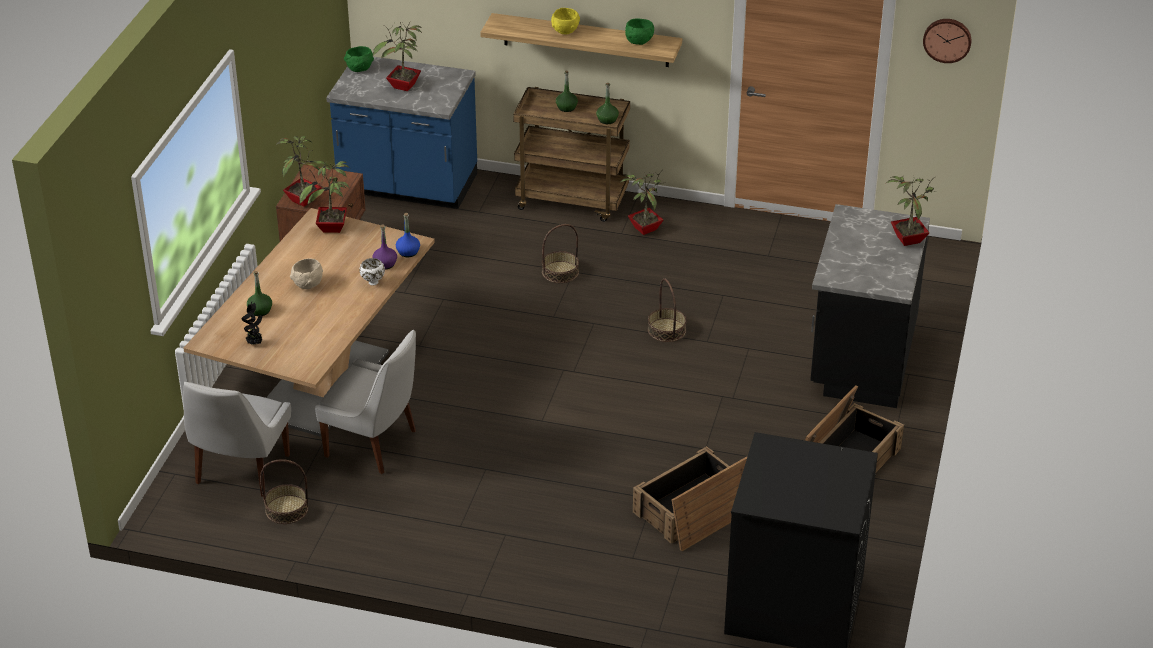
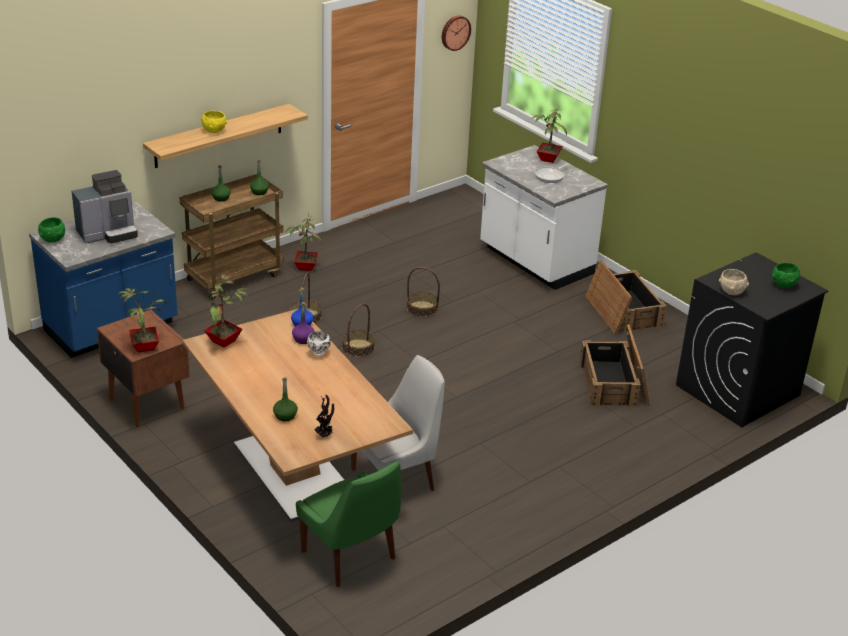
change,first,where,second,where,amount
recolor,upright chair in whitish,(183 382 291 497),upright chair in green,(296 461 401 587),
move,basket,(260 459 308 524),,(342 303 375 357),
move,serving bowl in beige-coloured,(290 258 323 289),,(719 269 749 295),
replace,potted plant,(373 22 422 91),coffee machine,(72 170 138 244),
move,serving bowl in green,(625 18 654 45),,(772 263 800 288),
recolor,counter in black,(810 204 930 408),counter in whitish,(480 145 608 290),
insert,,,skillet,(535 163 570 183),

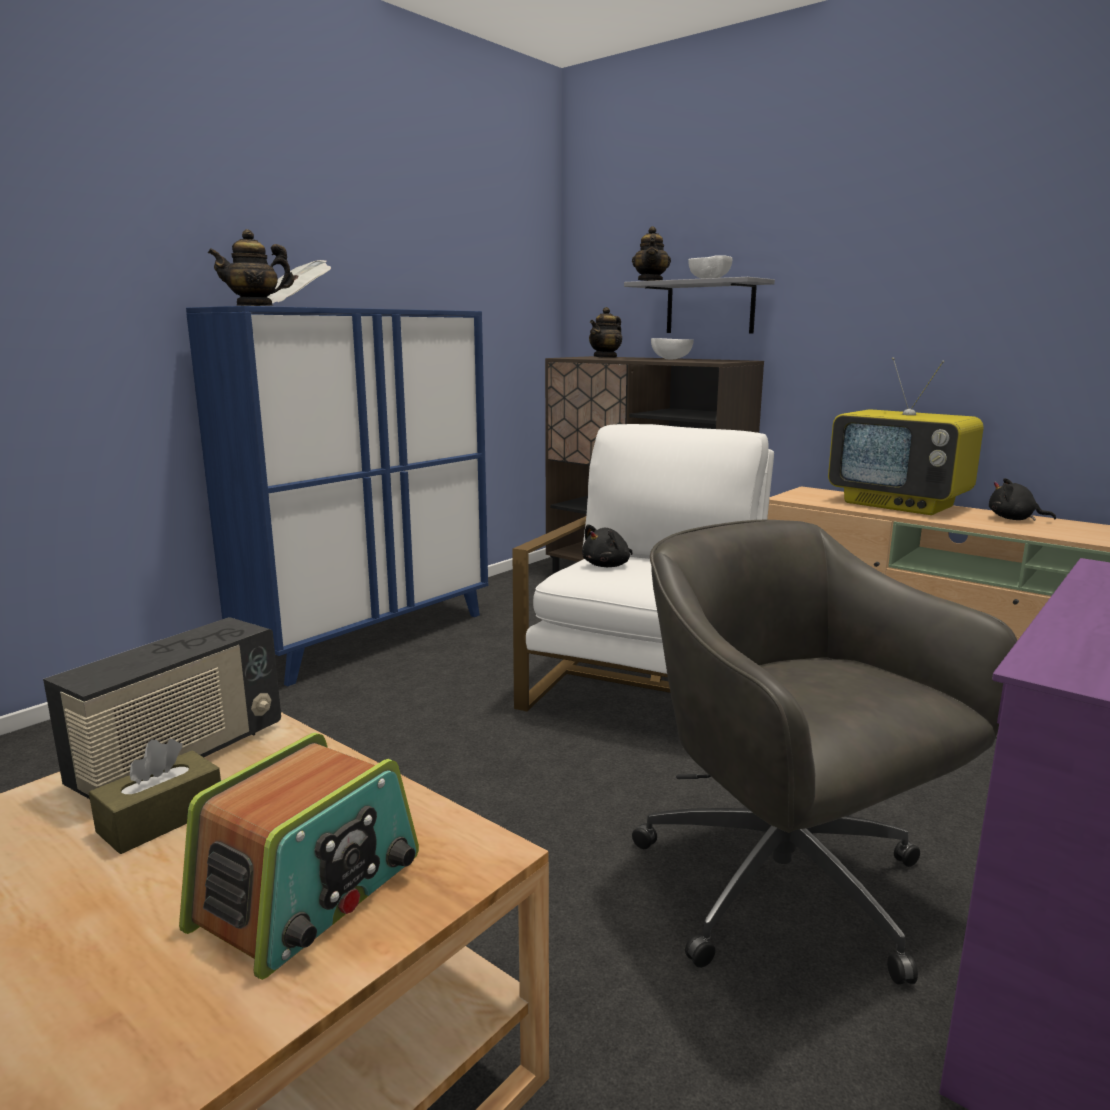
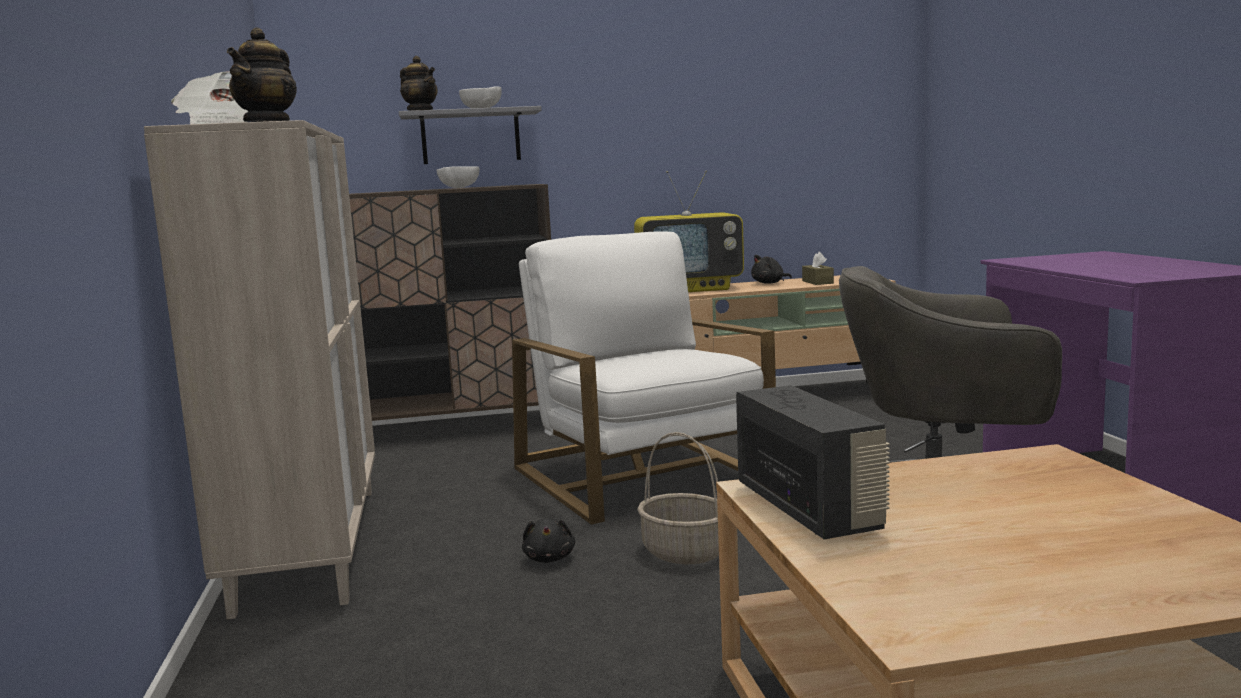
change,first,where,second,where,amount
move,tissue box in brown-coloured,(89 739 221 854),,(802 252 834 285),
delete,radio set,(179 732 419 980),,,
recolor,cabinet in blue-coloured,(186 306 488 686),cabinet in beige-coloured,(144 120 375 620),
move,cuddly toy in black,(582 524 633 567),,(522 518 575 563),
delete,tea pot,(589 307 622 358),,,
insert,,,basket,(637 432 719 564),

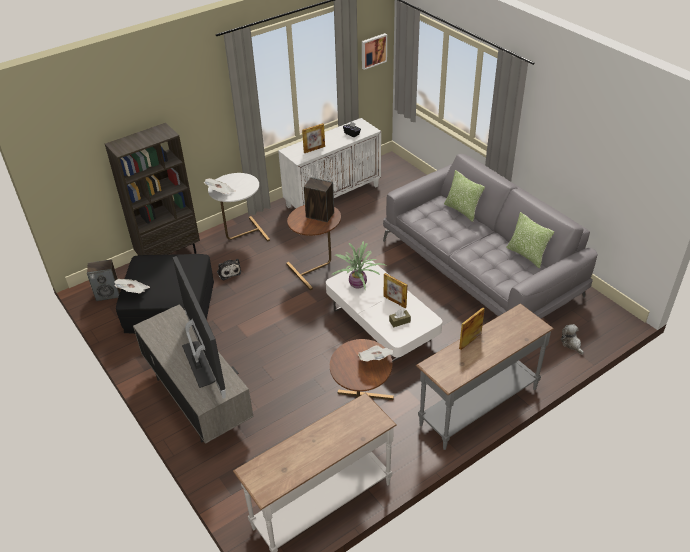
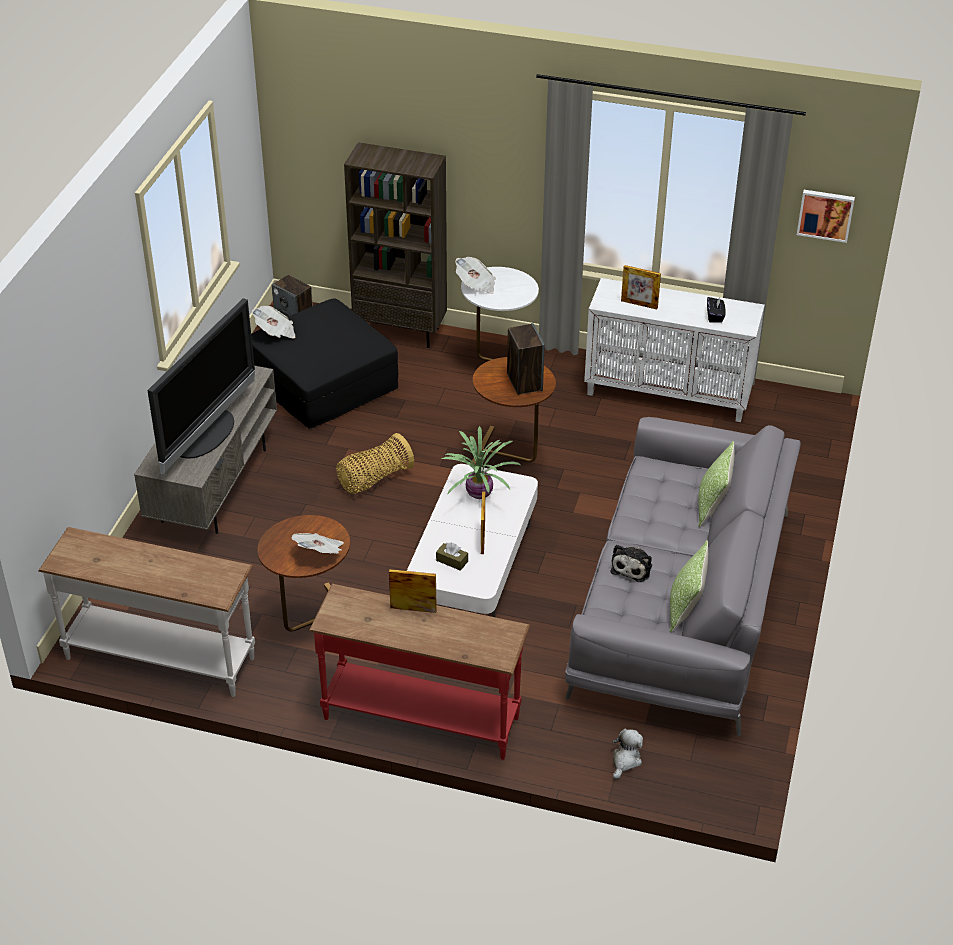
change,first,where,second,where,amount
move,cuddly toy,(217 259 241 281),,(611 545 652 582),
recolor,narrow table in greyish,(416 303 554 450),narrow table in red-coloured,(309 584 530 760),
insert,,,basket,(336 433 414 494),

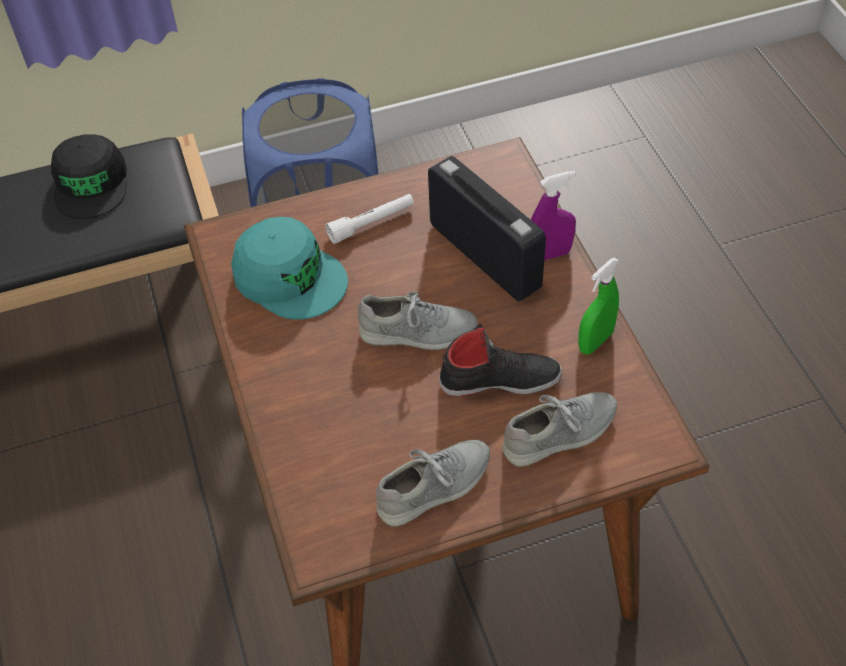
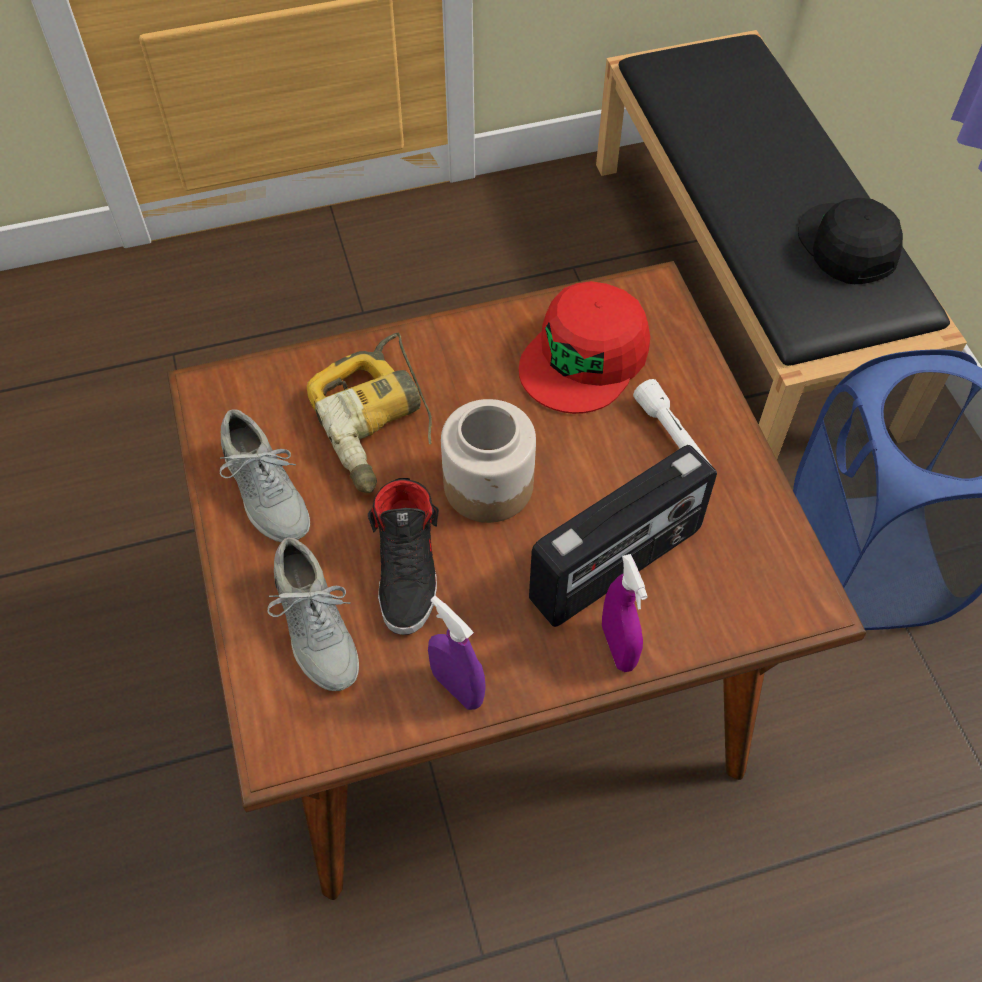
change,first,where,second,where,amount
rotate,peaked cap in black,(51 135 127 219),,(798 198 903 284),75 degrees clockwise
recolor,peaked cap in turquoise,(231 217 348 320),peaked cap in red-coloured,(519 281 650 414),
replace,low shoe in greyish,(358 292 478 350),preserve jar,(441 399 536 523),
recolor,sprayer in green,(578 258 619 355),sprayer in purple,(428 596 486 710),
insert,,,drill,(307 333 432 493),

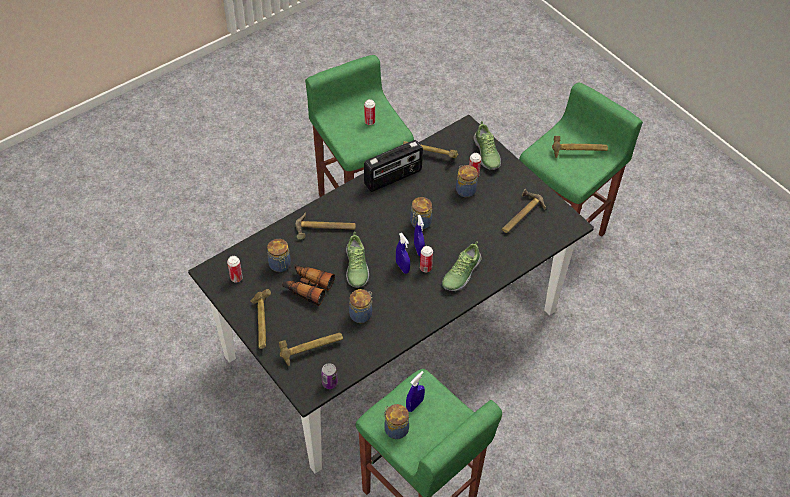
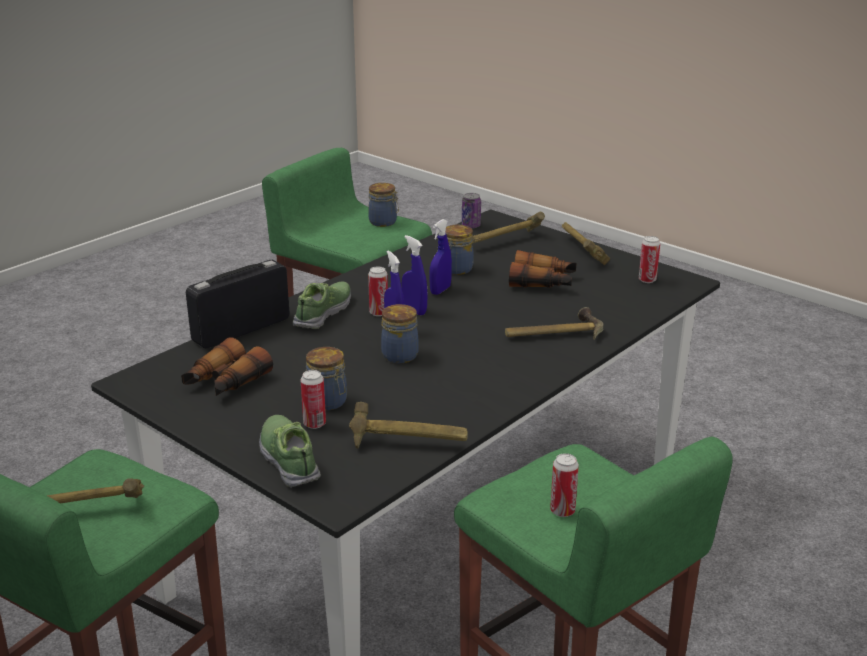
change,first,where,second,where,amount
delete,preserve jar,(267 239 291 272),,,
delete,low shoe,(346 232 369 288),,,
move,radio set,(364 140 423 192),,(186 260 289 348),
move,sprayer in blue-coloured,(406 371 425 412),,(429 219 452 295),
replace,tool hammer,(502 189 546 233),field glasses,(181 337 273 396),

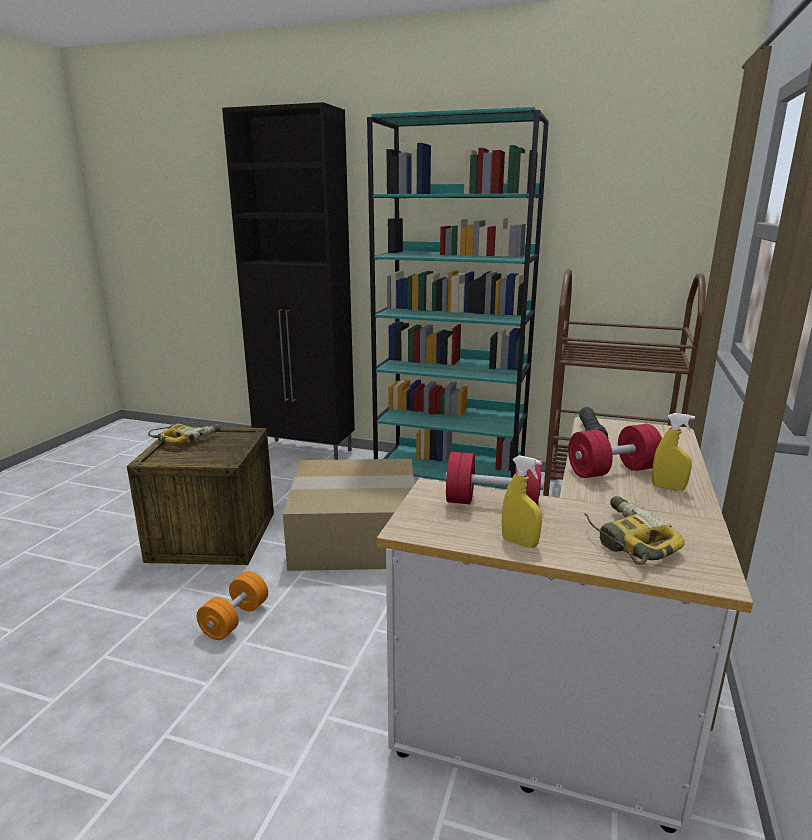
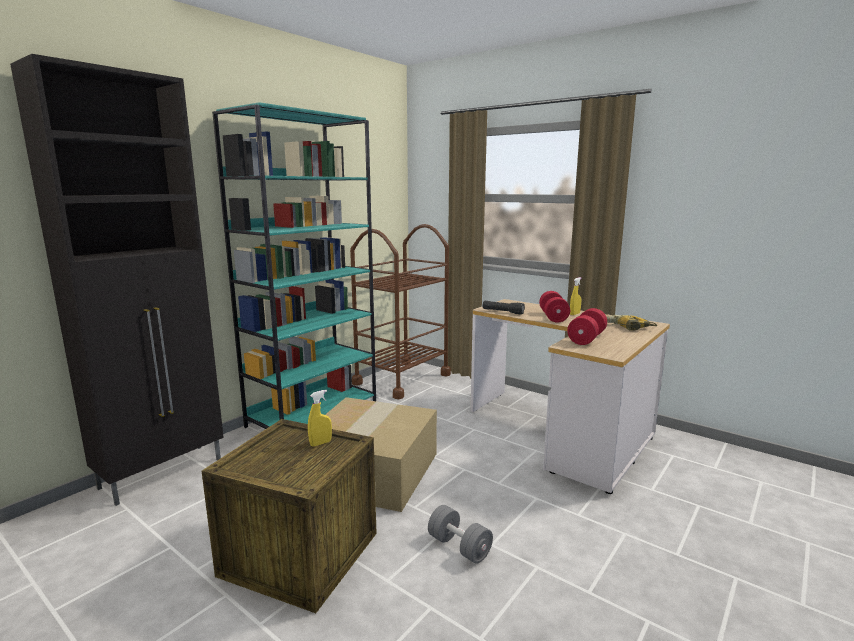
change,first,where,second,where,amount
delete,drill,(148 422 221 444),,,
recolor,free weight in orange,(197 571 268 640),free weight in greyish,(428 505 493 564),
move,sprayer in yellowish,(502 455 542 548),,(308 390 332 446),

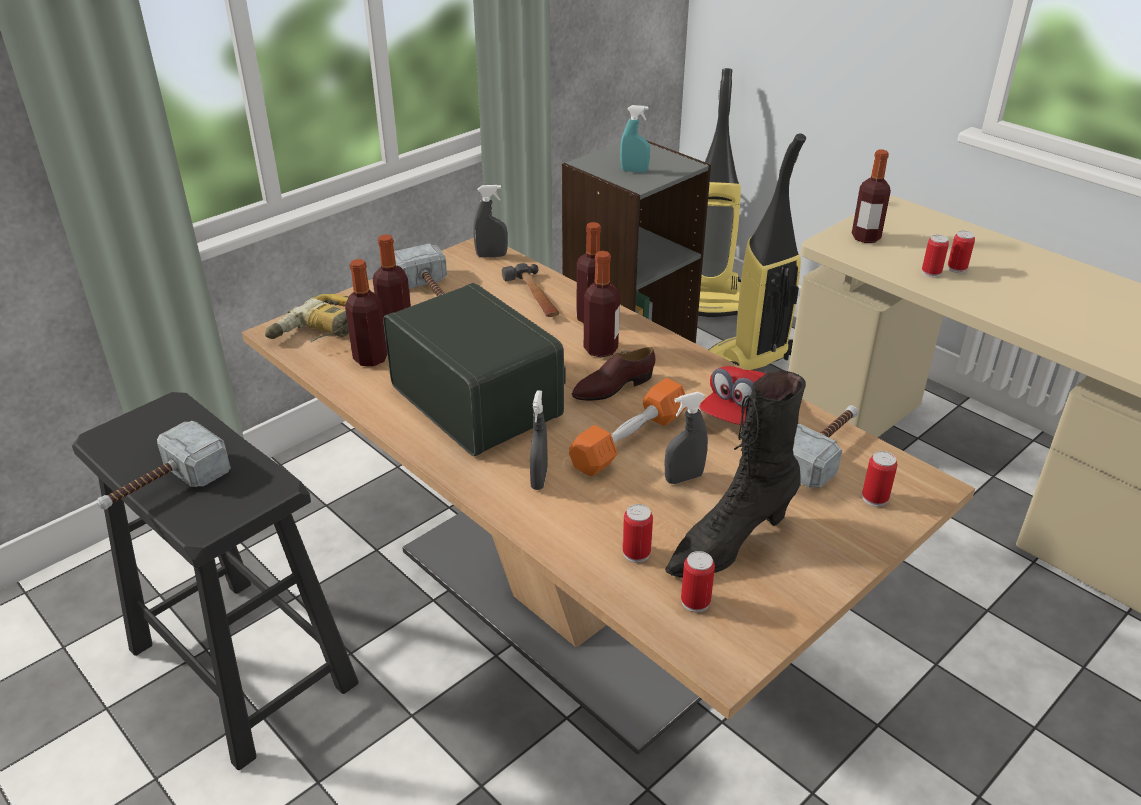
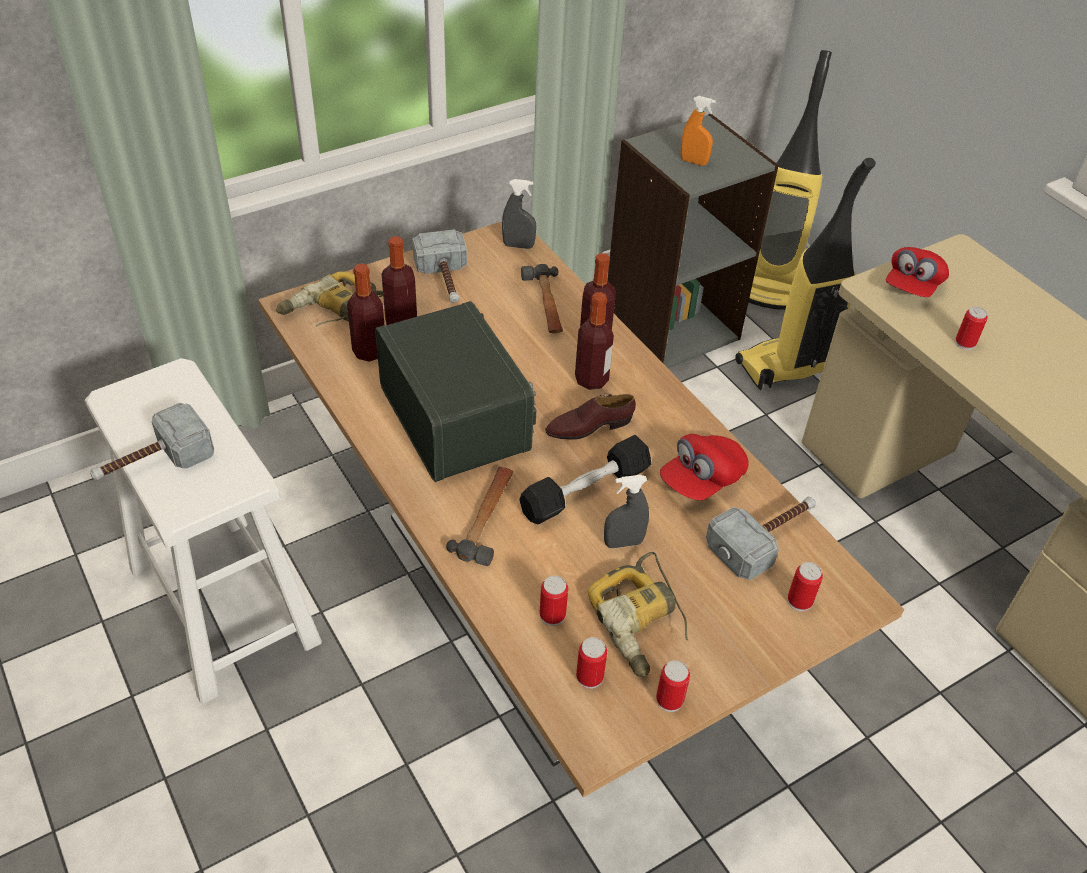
change,first,where,second,where,amount
recolor,sitting stool in black,(72 392 359 770),sitting stool in whitish,(85 358 322 704),
replace,sprayer in greyish,(530 391 548 490),tool hammer,(446 467 514 566),
recolor,free weight in orange,(569 378 686 476),free weight in black,(519 435 651 524),
recolor,sprayer in turquoise,(620 105 650 173),sprayer in orange,(681 96 716 165),
replace,tall boot in black,(665 370 806 578),drill,(588 552 688 677),
replace,beverage bottle,(852 150 891 243),peaked cap in red-coloured,(886 247 949 297),
move,sealed can,(948 231 975 273),,(656 660 690 712),

